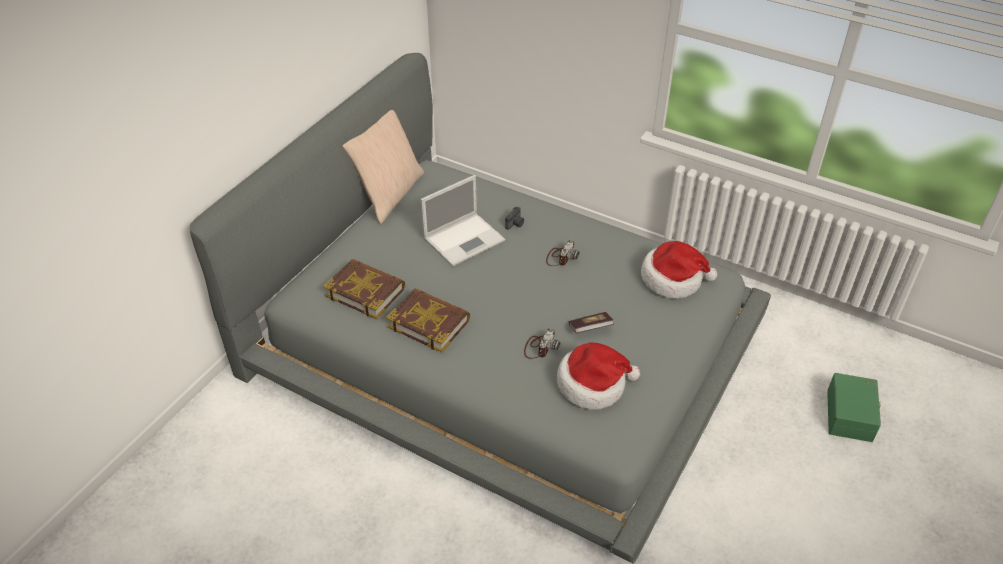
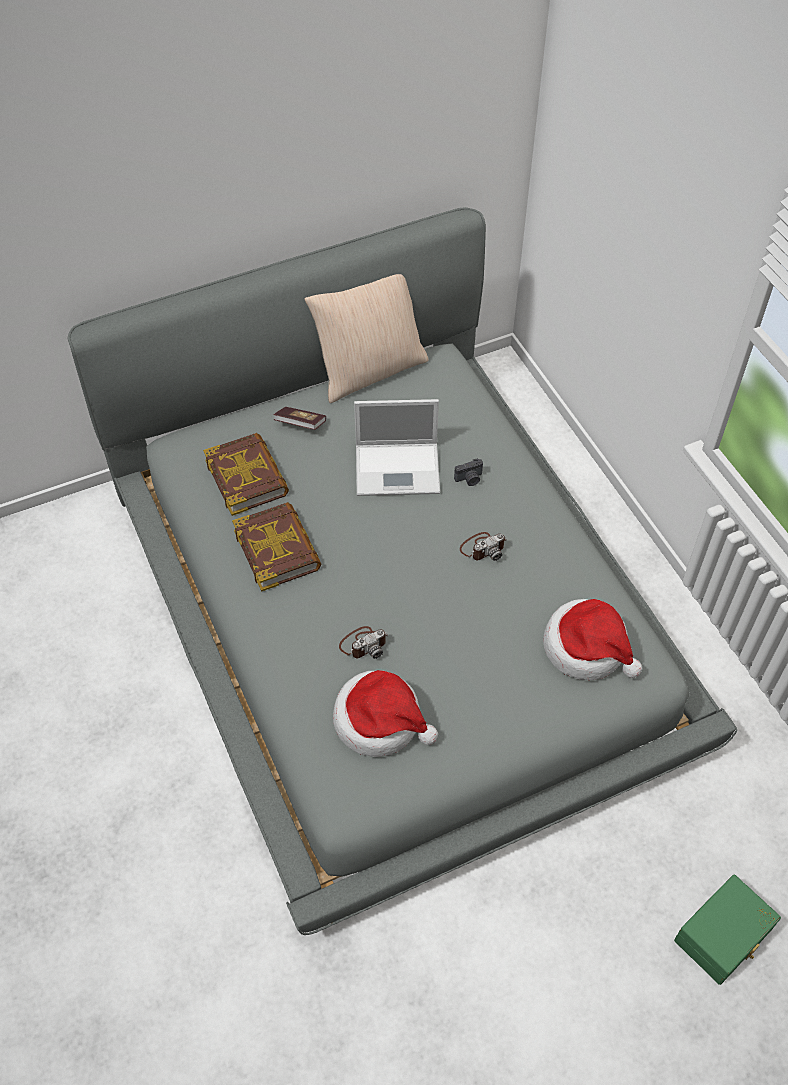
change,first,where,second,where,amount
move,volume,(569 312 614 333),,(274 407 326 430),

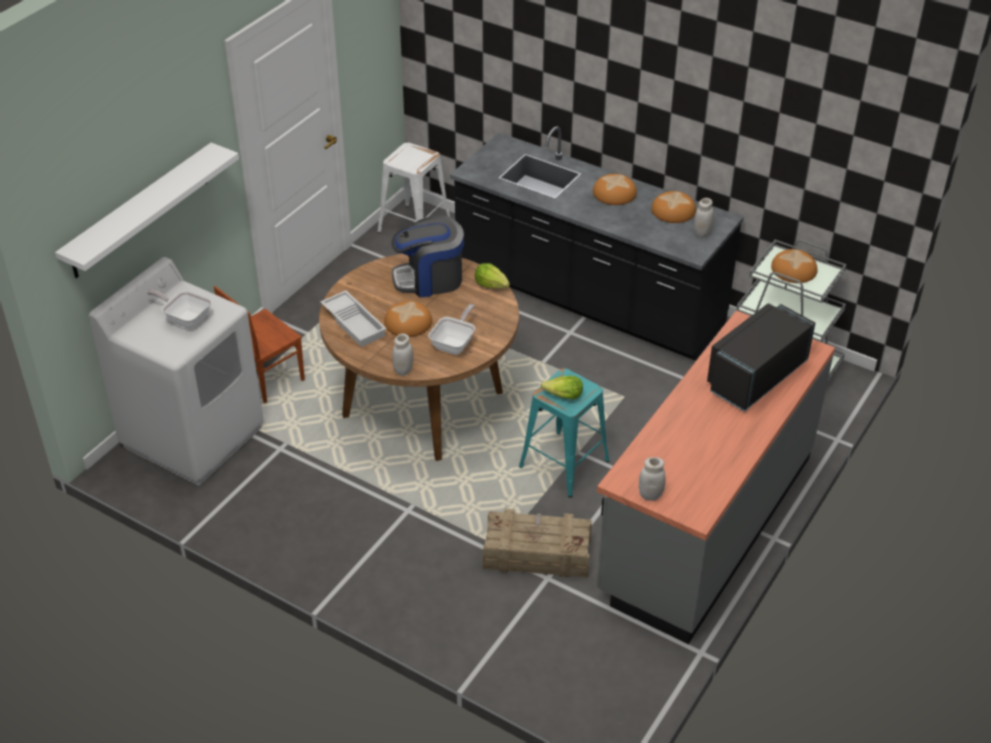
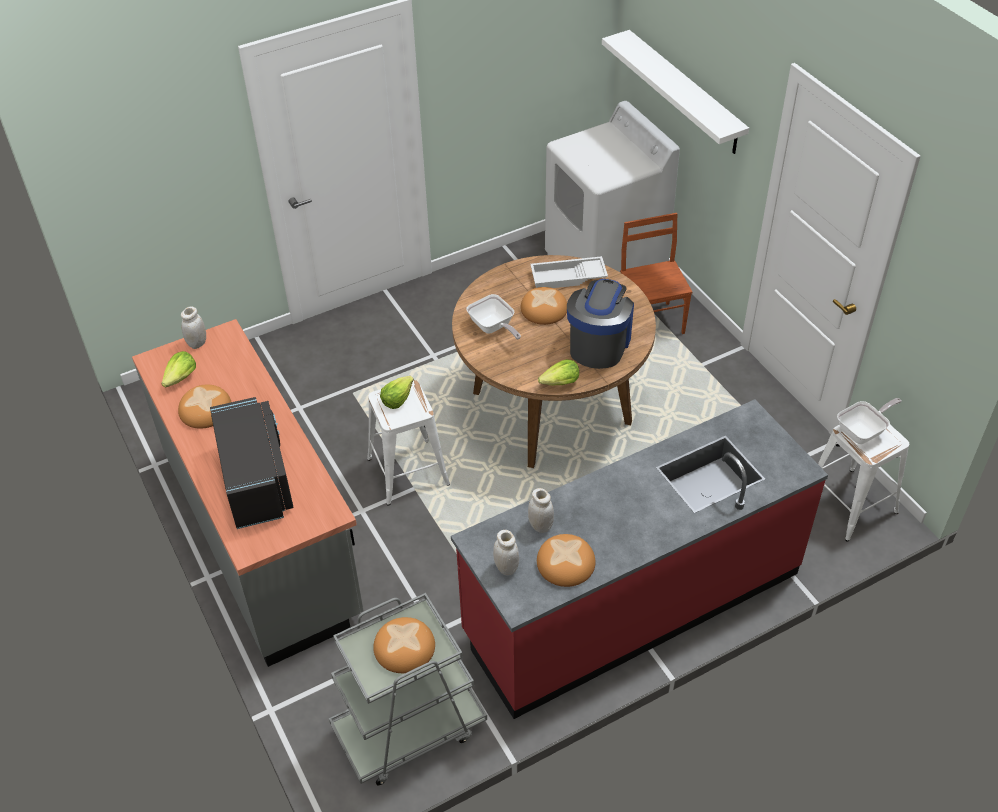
change,first,where,second,where,amount
move,skillet,(146 289 211 329),,(837 398 902 444),
move,preserve jar in whitish,(392 334 414 376),,(528 488 554 533),
recolor,counter in black,(450 126 744 361),counter in red-coloured,(451 399 828 719),
delete,crate,(483 509 592 578),,,
recolor,sitting stool in turquoise,(519 368 609 498),sitting stool in whitish,(367 380 450 506),
move,baked bread,(593 174 637 205),,(178 385 231 429),
insert,,,lettuce head,(161 351 196 388),

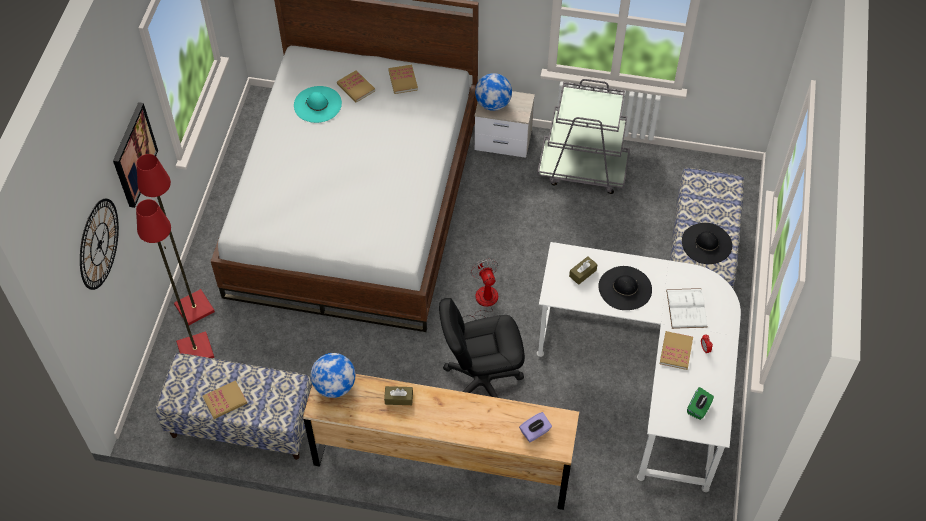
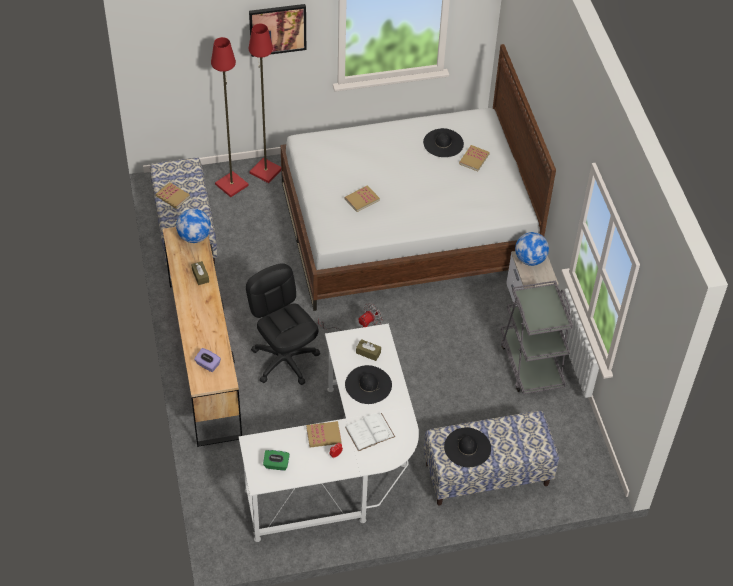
change,first,where,second,where,amount
delete,hanging clock,(80 199 119 290),,,
recolor,wearable hat in turquoise,(294 86 342 123),wearable hat in black,(423 128 464 157),
move,volume,(388 65 418 94),,(345 186 380 212),

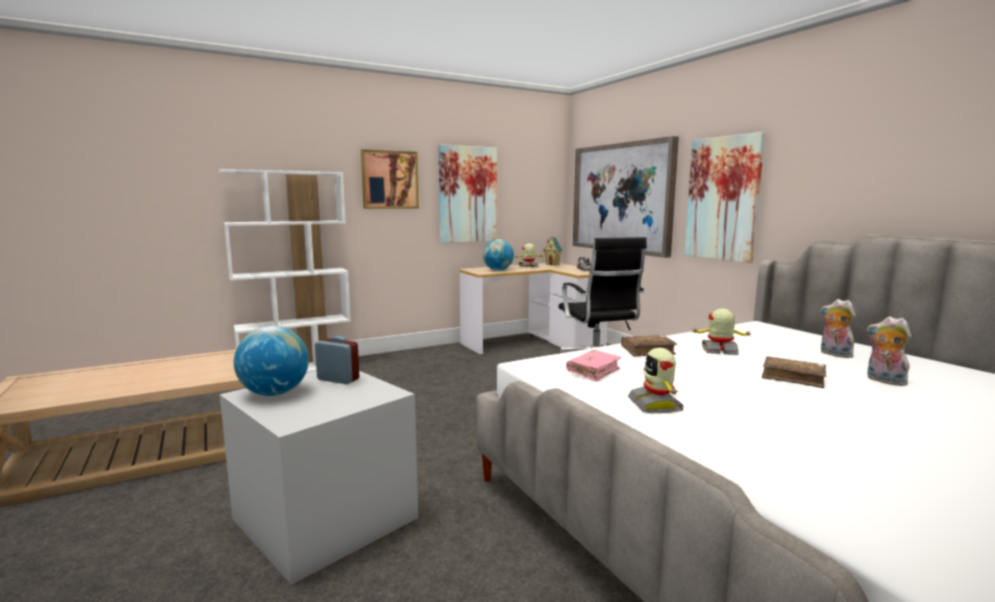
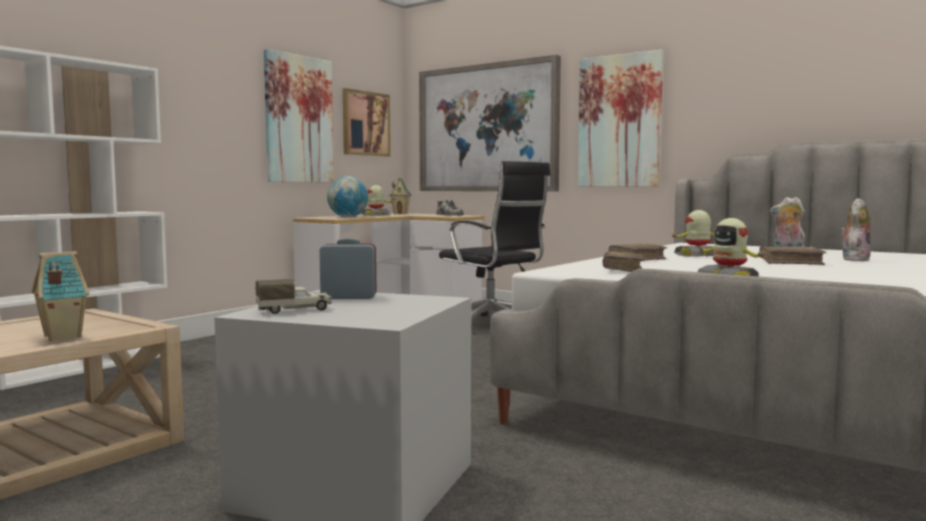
change,first,where,second,where,amount
replace,desk globe,(234 326 309 396),toy lorry,(255 279 332 314),
move,wall picture,(361 149 419 209),,(343 88 391 157),
recolor,volume in pink,(566 350 621 382),volume in brown-coloured,(603 251 644 272),
rotate,cuddly toy,(867 317 912 386),,(840 198 871 261),105 degrees clockwise
insert,,,model house,(32 251 89 341),

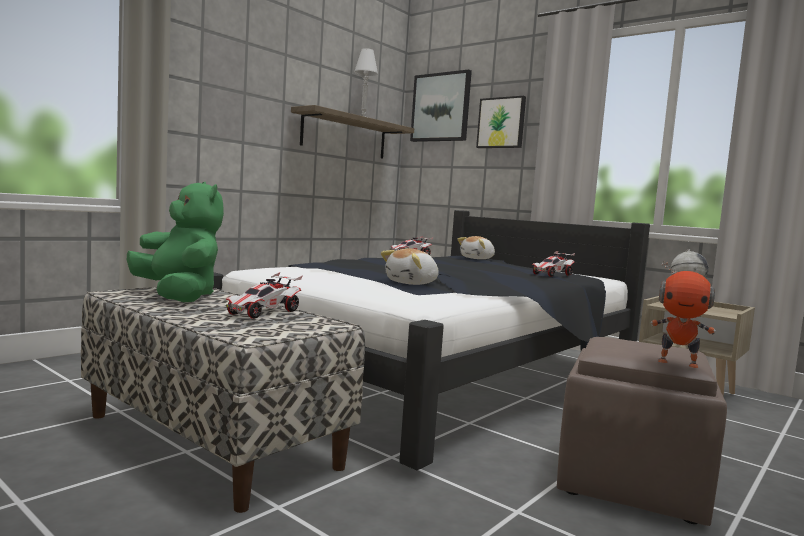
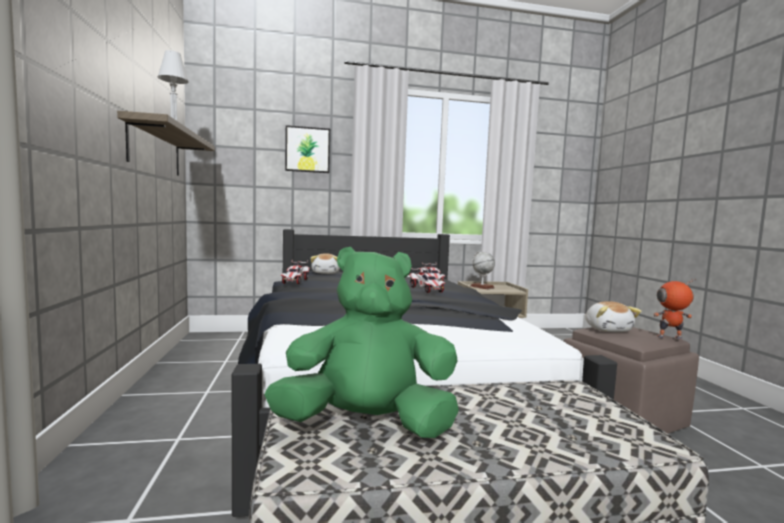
change,first,where,second,where,amount
move,model car,(226 272 302 319),,(409 267 445 293),
move,cuddly toy,(381 248 439 285),,(585 301 641 332),
delete,wall picture,(410 69 472 142),,,
rotate,toy robot,(650 261 716 368),,(654 278 696 339),150 degrees counterclockwise

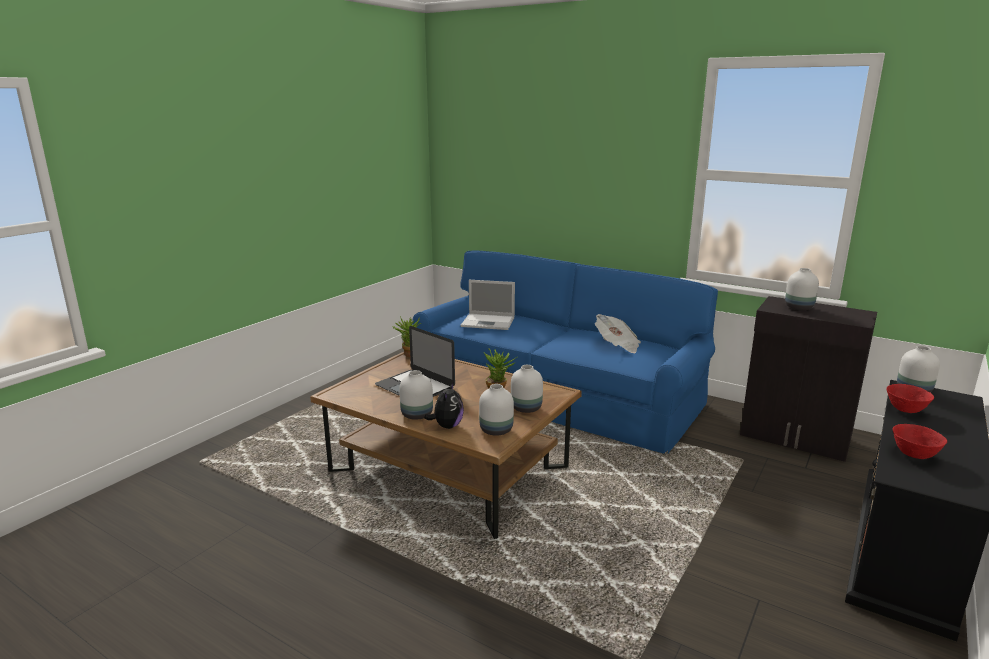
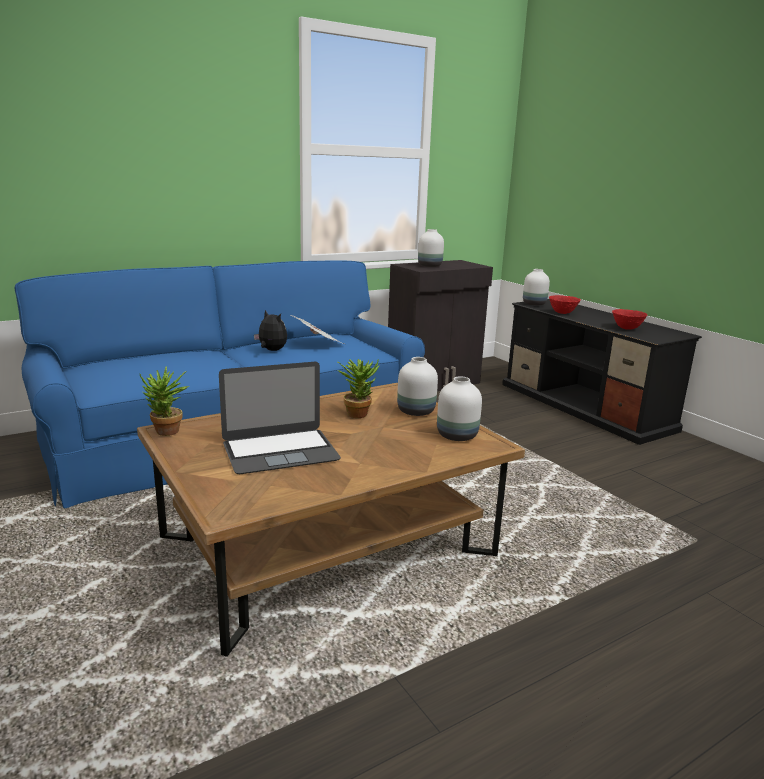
change,first,where,second,where,amount
delete,flower vase in whitish,(399 370 433 420),,,
move,cuddly toy,(424 383 464 429),,(254 310 287 351),
delete,laptop,(461 280 515 330),,,

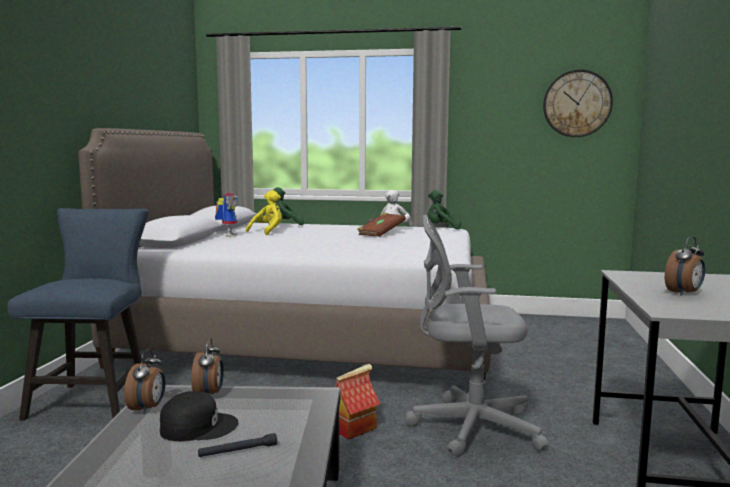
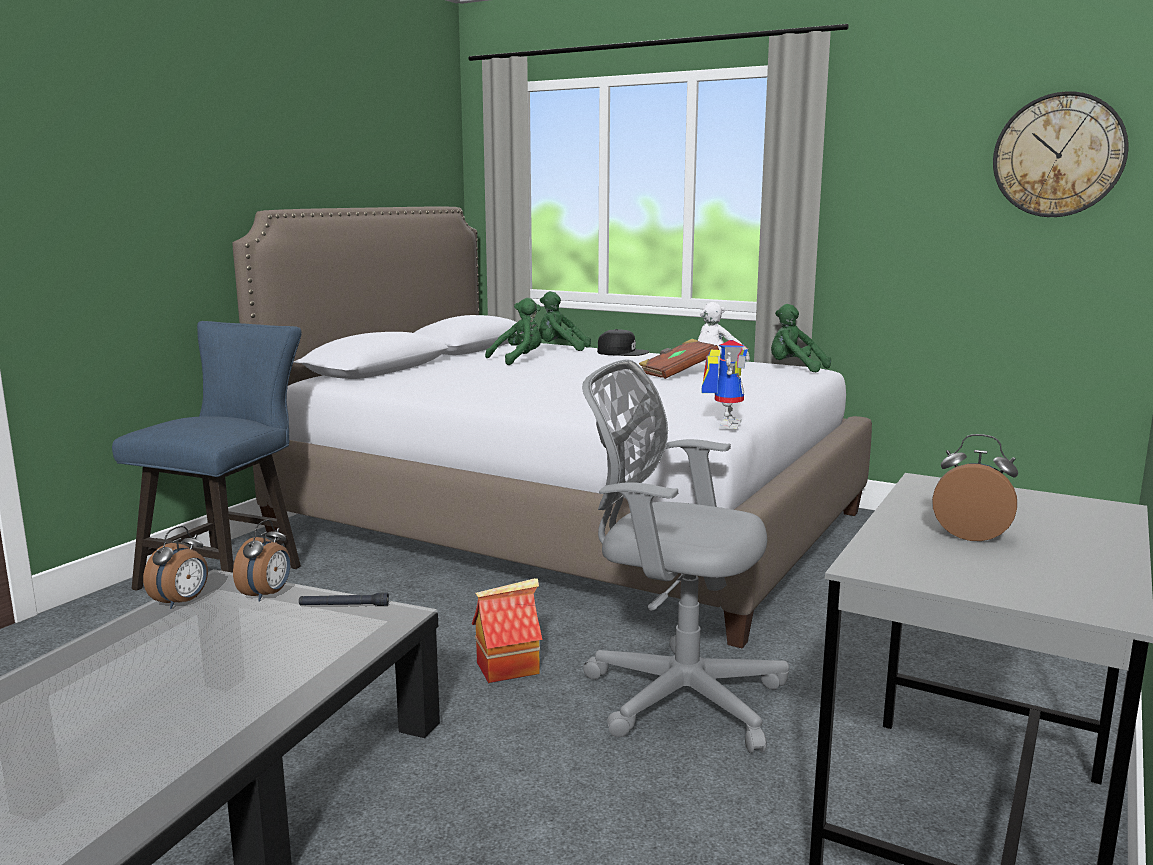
change,first,where,second,where,amount
move,peaked cap in black,(160 391 238 441),,(597 329 649 356),
move,hand torch in black,(198 433 277 457),,(299 592 389 606),
move,toy robot,(215 193 238 237),,(701 340 748 429),
recolor,cuddly toy in yellowish,(246 190 282 235),cuddly toy in green,(485 298 542 365),
rotate,bedside clock,(665 236 705 296),,(932 434 1018 541),135 degrees counterclockwise

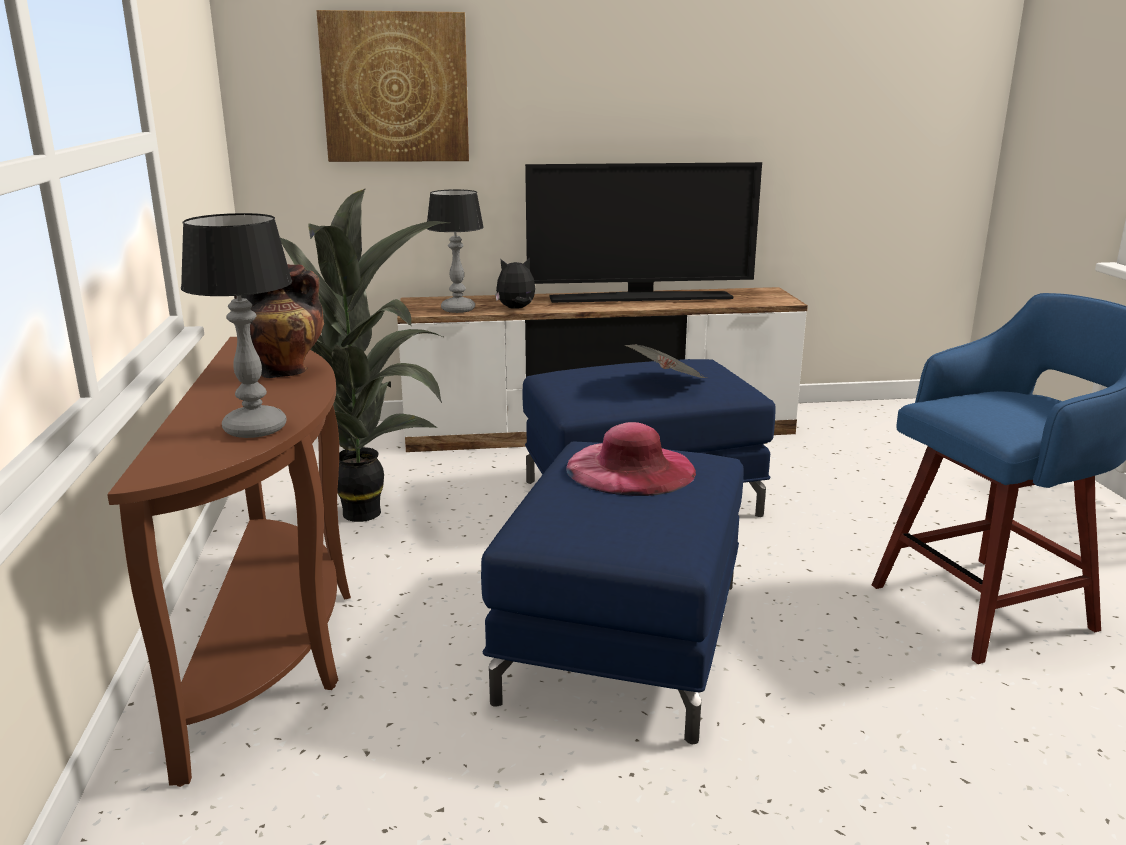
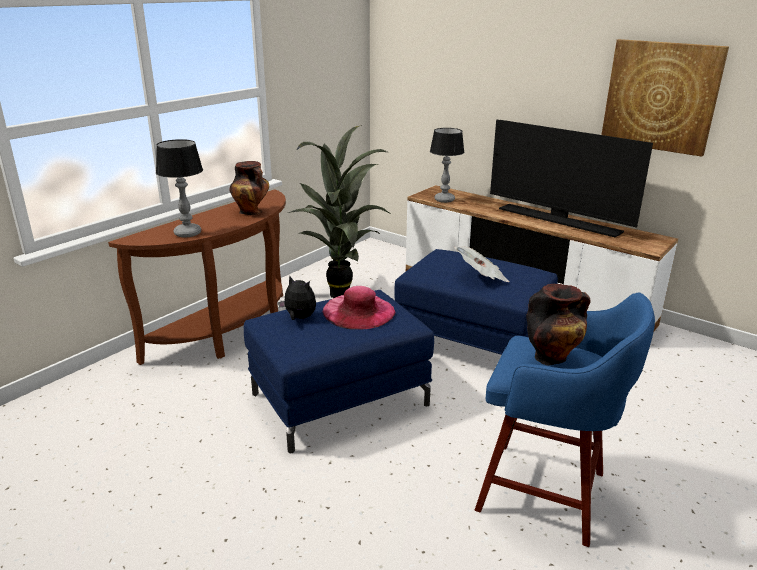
change,first,where,second,where,amount
move,wall picture,(316 10 469 162),,(602 39 729 157),
move,cuddly toy,(495 258 535 309),,(278 276 316 320),
insert,,,flower vase,(526 284 590 366),

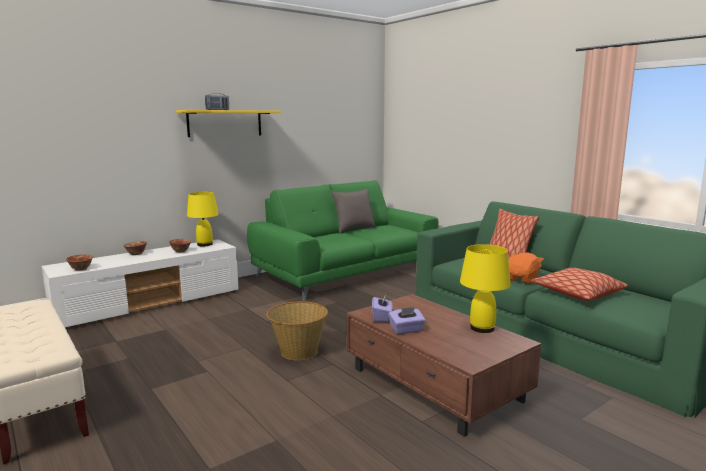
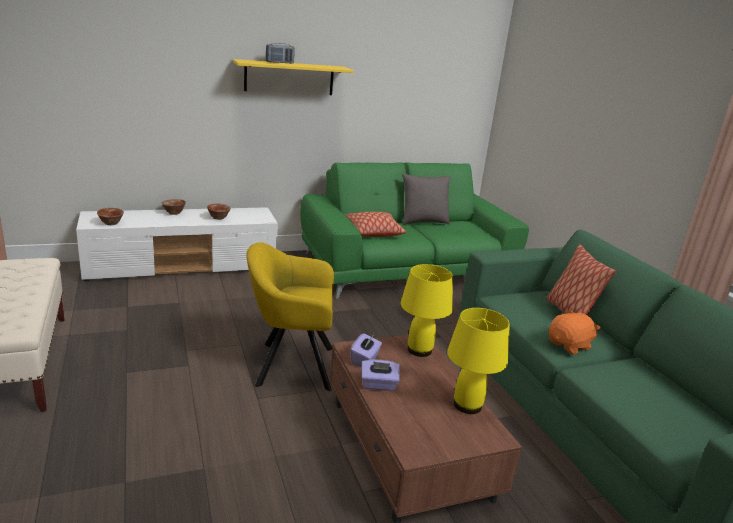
change,first,where,second,where,amount
move,lamp for a table in yellowish,(187 192 219 246),,(401 264 453 357),
replace,basket,(266 301 328 360),armchair in yellowish,(247 242 334 391),
move,pillow,(531 268 628 301),,(344 212 407 237),

